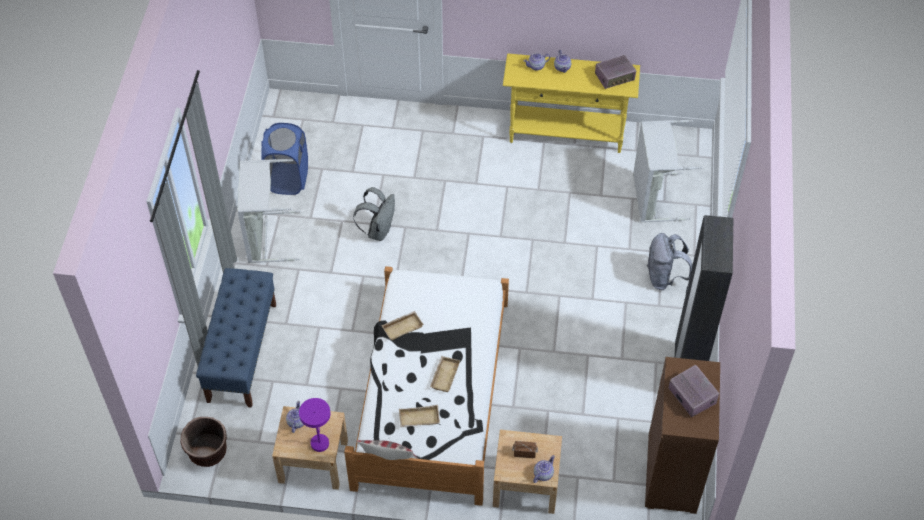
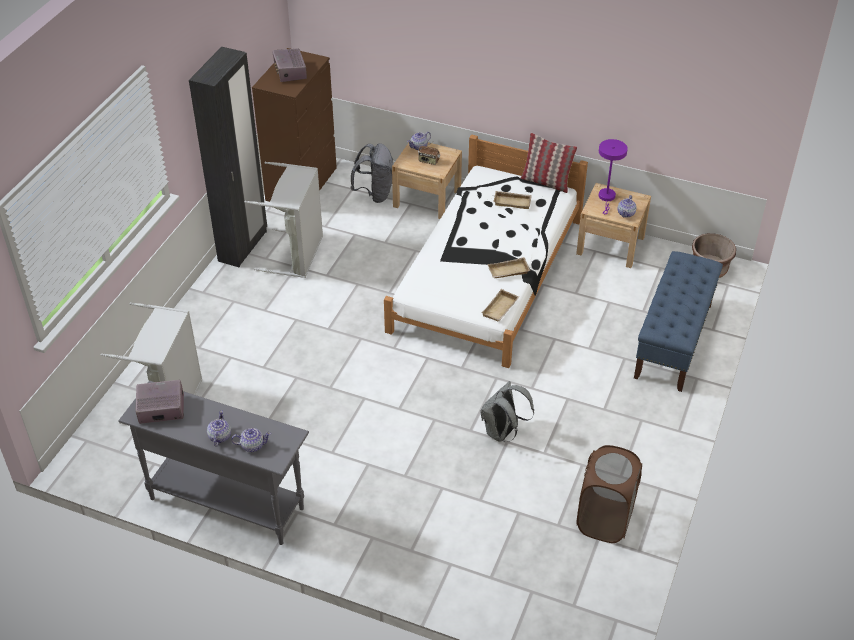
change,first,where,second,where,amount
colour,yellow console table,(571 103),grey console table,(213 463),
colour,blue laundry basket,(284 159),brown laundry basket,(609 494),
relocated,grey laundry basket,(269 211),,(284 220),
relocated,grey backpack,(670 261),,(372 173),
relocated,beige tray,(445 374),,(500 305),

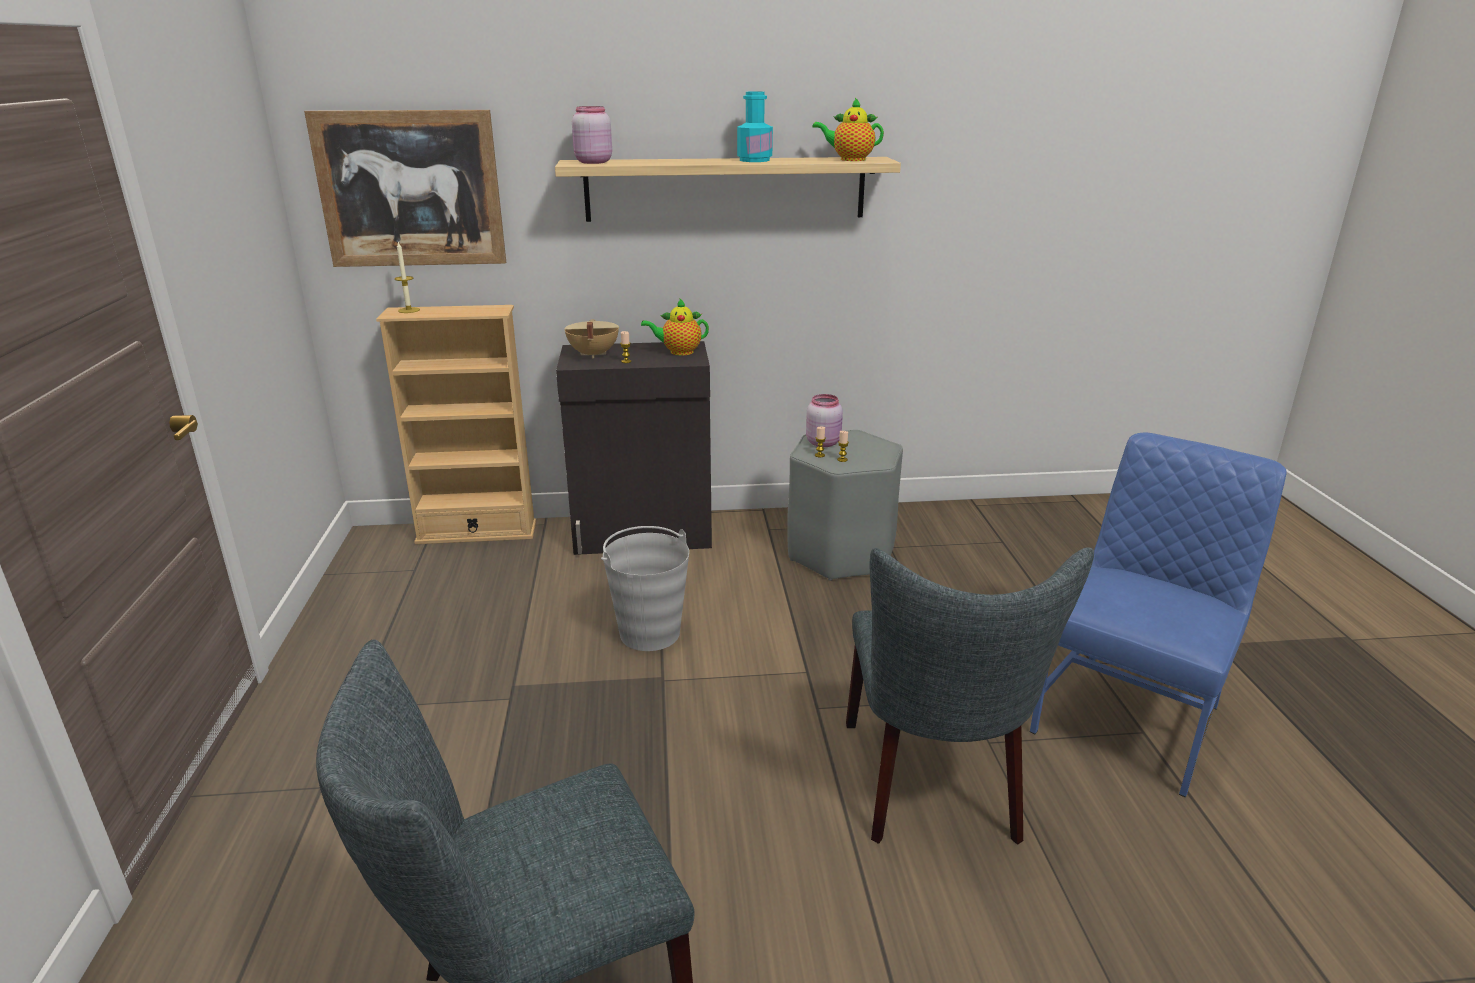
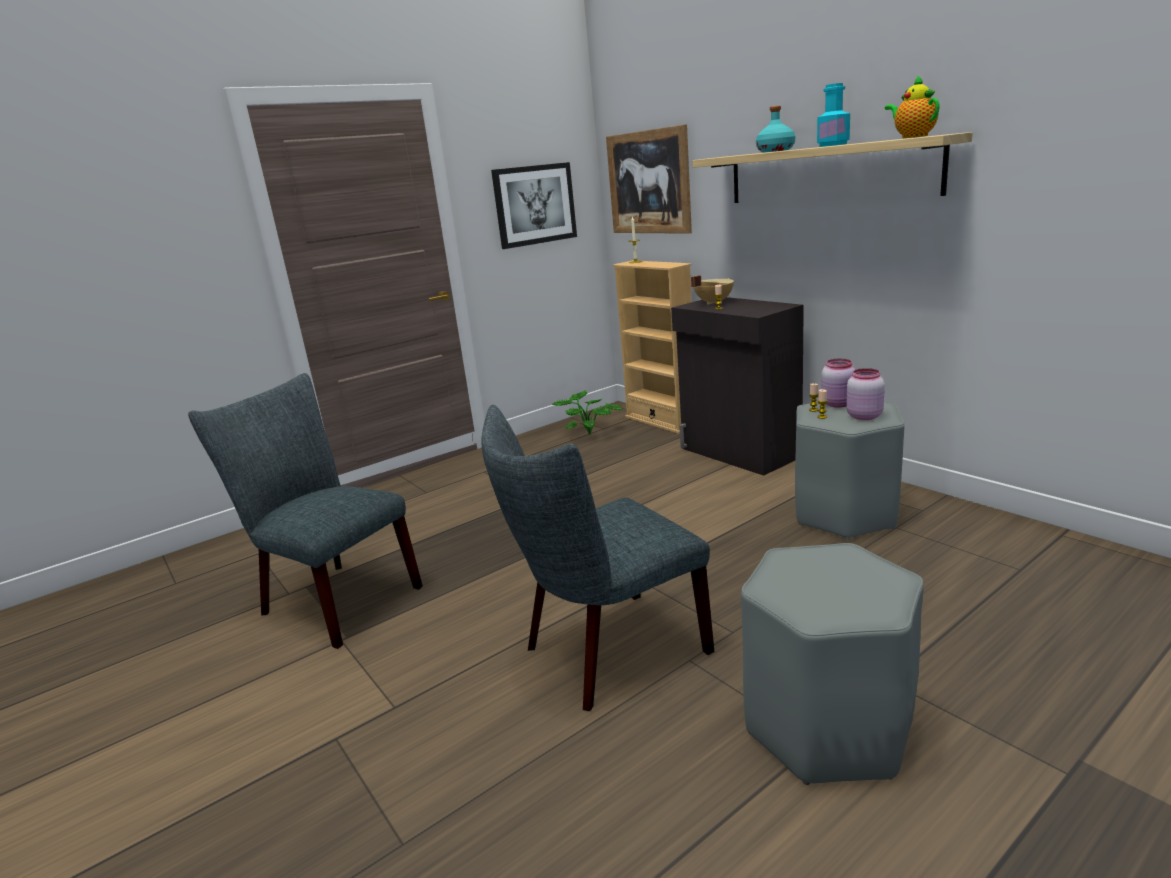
change,first,where,second,where,amount
relocated,pink jar,(592 135),,(865 394),
missing,teapot,(675 327),,,
exchanged,blue chair,(1158 615),grey stool,(832 664),
missing,grey bucket,(645 588),,,
appeared,,,turquoise bottle,(775 129),
appeared,,,picture,(534 205),
appeared,,,potted plant,(587 412),

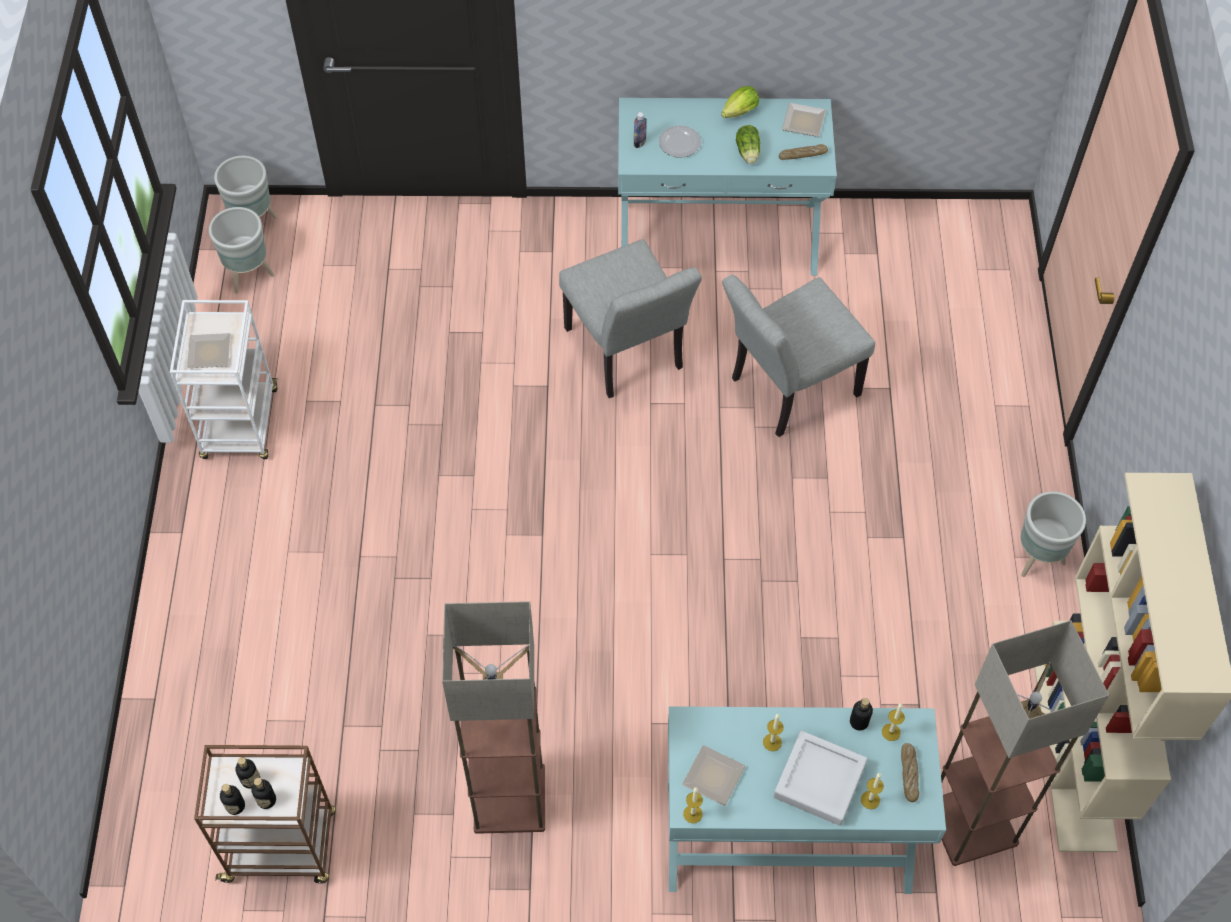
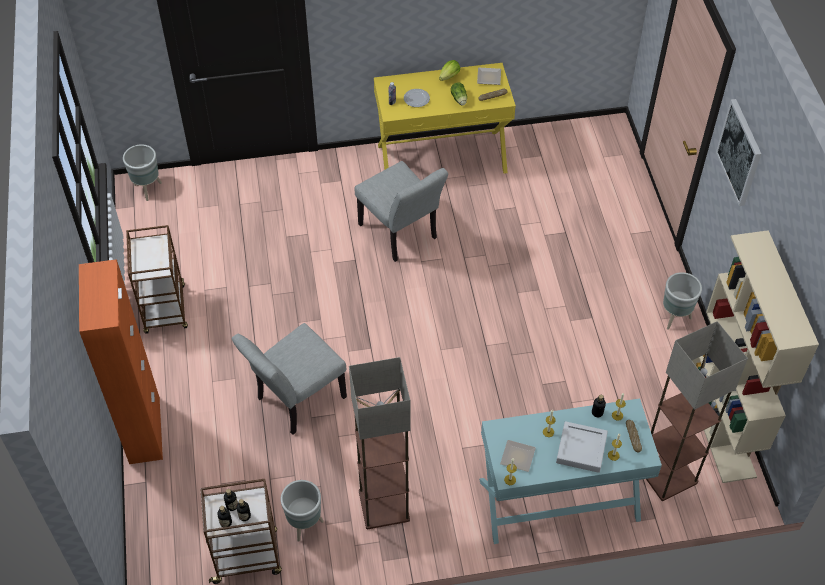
change,first,where,second,where,amount
colour,turquoise console table,(727 187),yellow console table,(445 118),
relocated,grey planter,(241 250),,(302 511),
relocated,grey chair,(798 356),,(289 379),
colour,white cart,(224 379),brown cart,(157 279),
missing,plate,(208 350),,,
appeared,,,picture,(738 152),
appeared,,,orange cabinet,(121 361),

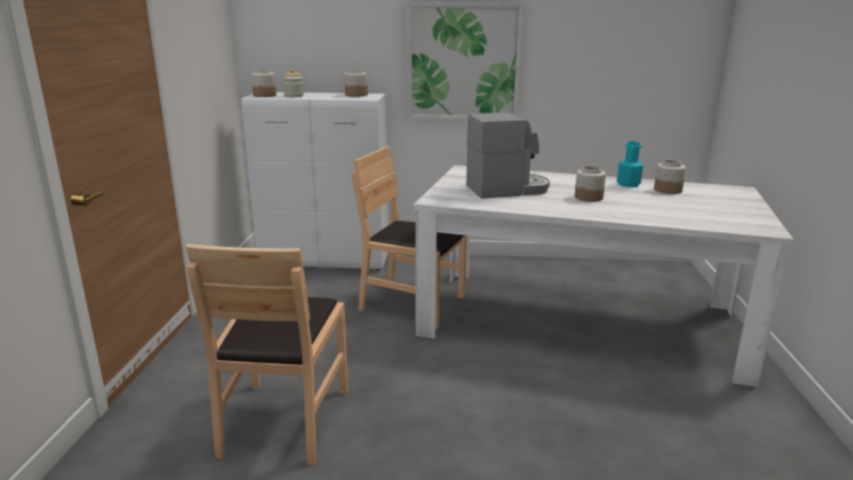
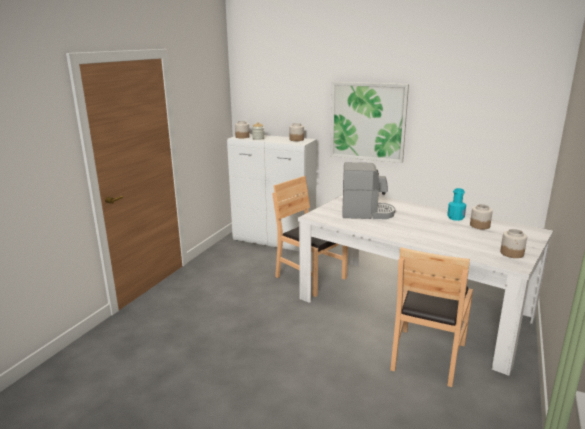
change,first,where,second,where,amount
relocated,jar,(590 184),,(513 243),
relocated,brown chair,(267 354),,(431 317),

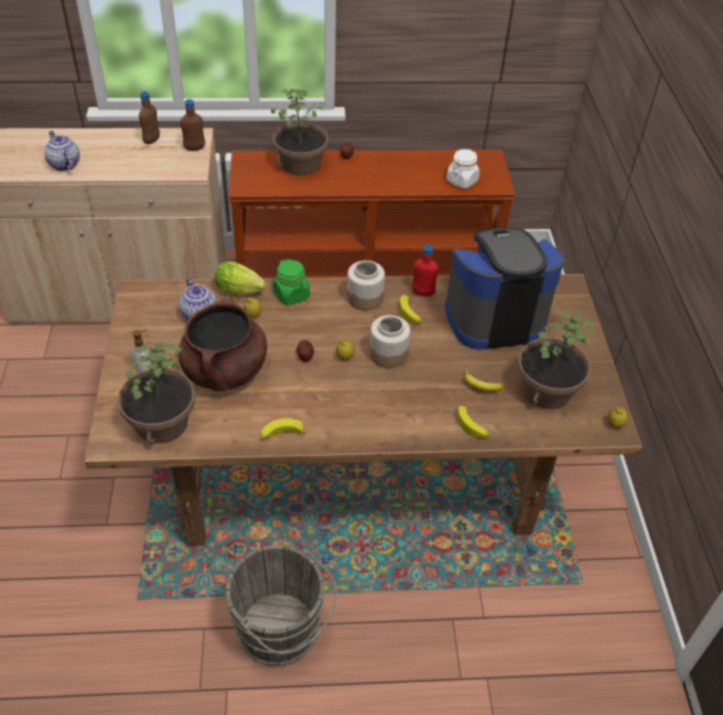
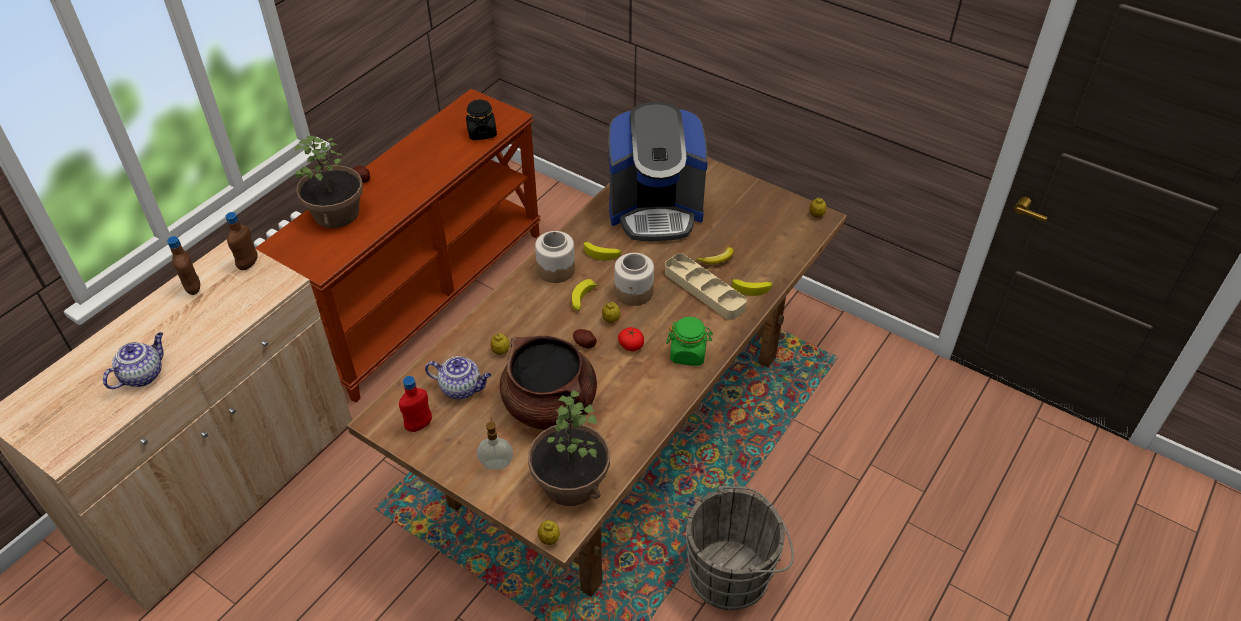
change,first,where,second,where,amount
spun,teapot,(62 151),,(133 360),120 degrees clockwise
colour,white jar,(463 169),black jar,(481 119),
spun,coffee machine,(504 288),,(658 171),120 degrees counterclockwise
relocated,red bottle,(425 270),,(415 404),
relocated,green jar,(291 281),,(689 341),
missing,lettuce,(240 278),,,
missing,potted plant,(557 361),,,
relocated,banana,(283 429),,(585 295),
appeared,,,beige tray,(706 286),
appeared,,,tomato,(631 339),
appeared,,,lemon,(549 532),

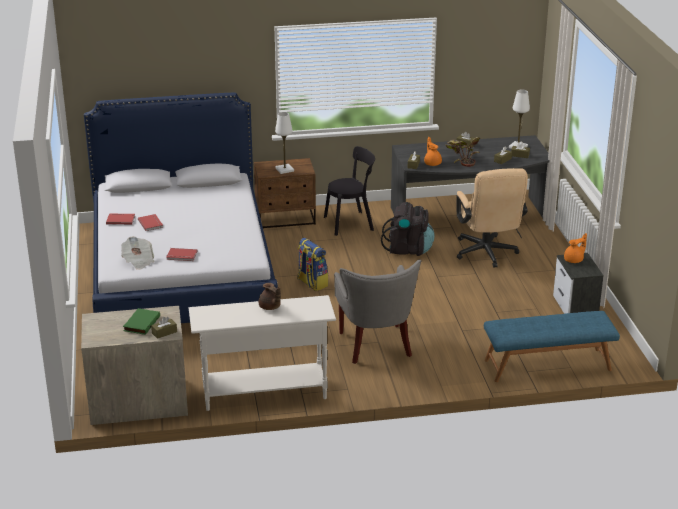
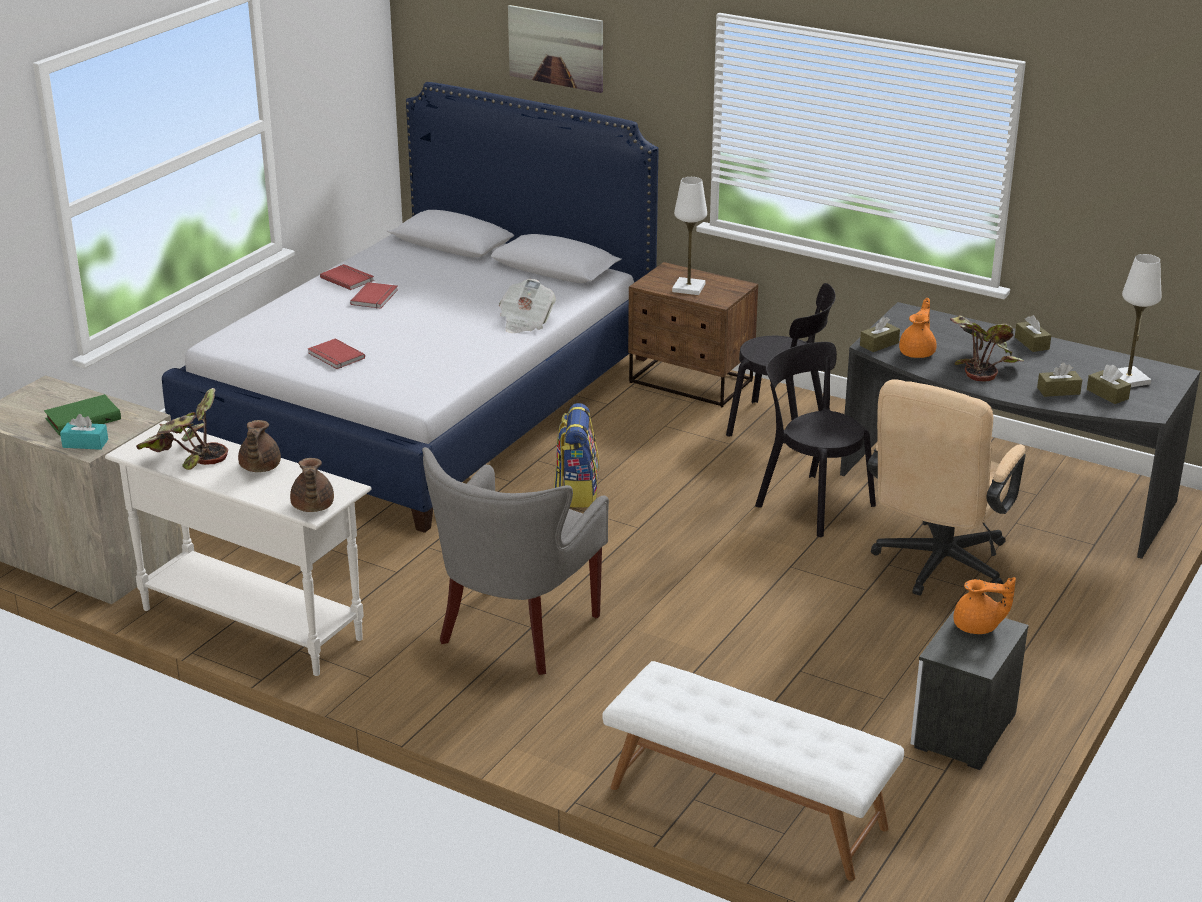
change,first,where,second,where,amount
exchanged,black backpack,(408 229),black chair,(815 439),
relocated,newspaper,(137 253),,(527 306),
colour,blue bench,(552 346),white bench,(753 771),
colour,brown tissue box,(164 328),turquoise tissue box,(84 432),
appeared,,,picture,(555 49),
appeared,,,potted plant,(182 429),
appeared,,,brown teapot,(312 485),

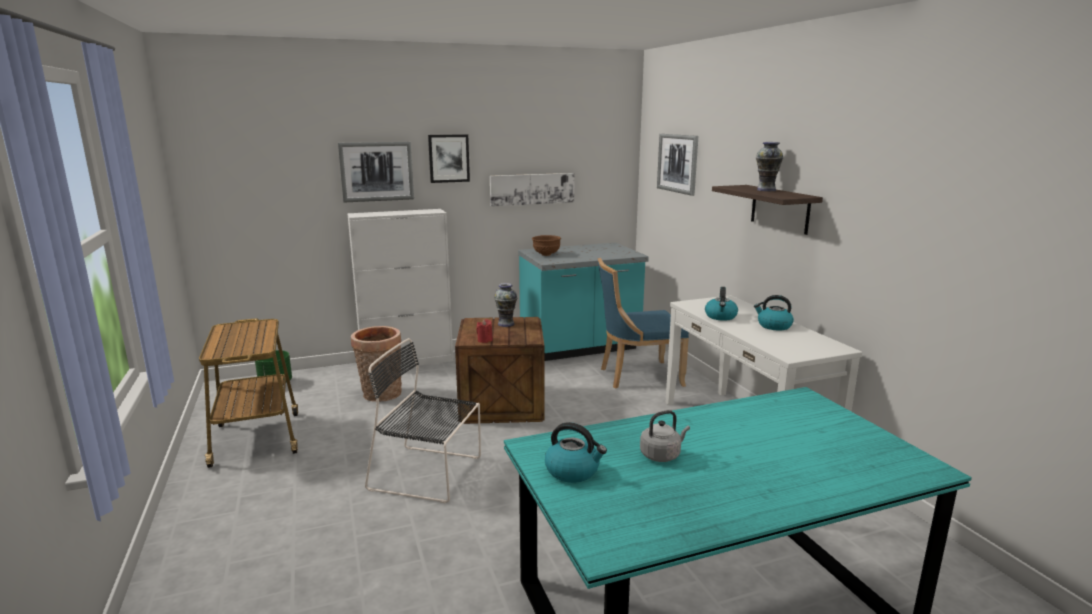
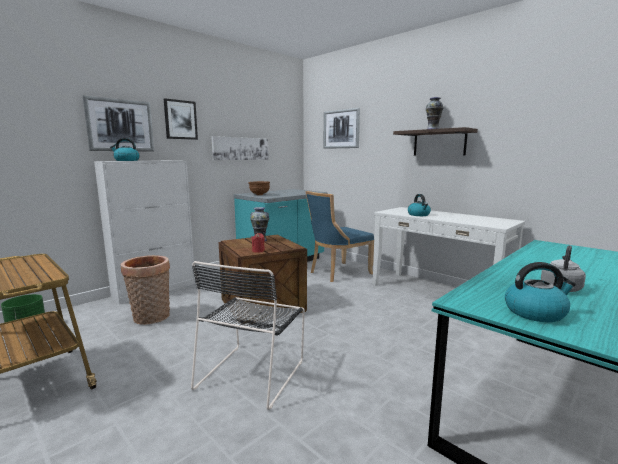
change,first,where,second,where,amount
relocated,kettle,(774 313),,(125 149),
spun,black chair,(423 420),,(248 335),60 degrees counterclockwise

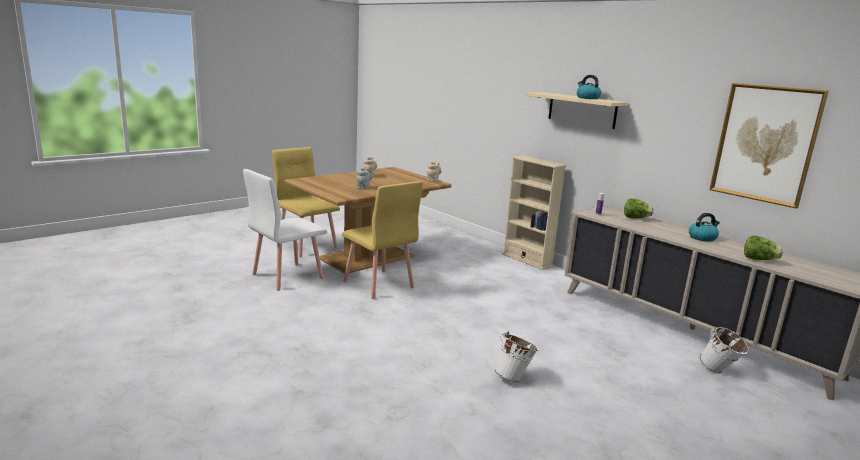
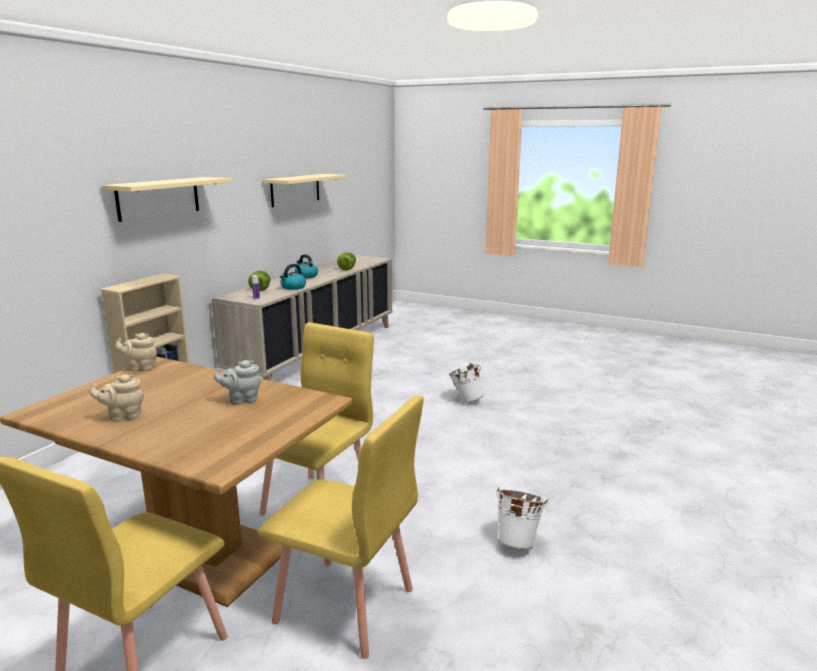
change,first,where,second,where,amount
relocated,kettle,(589 87),,(293 277),
exchanged,picture,(769 146),beige shelf,(304 190),
colour,white chair,(285 230),yellow chair,(340 527),
relocated,white bucket,(724 350),,(522 518),

